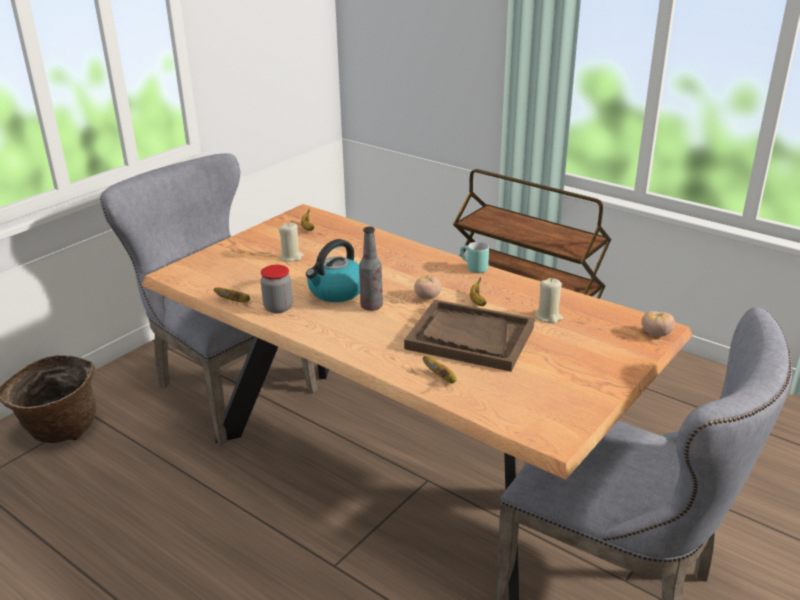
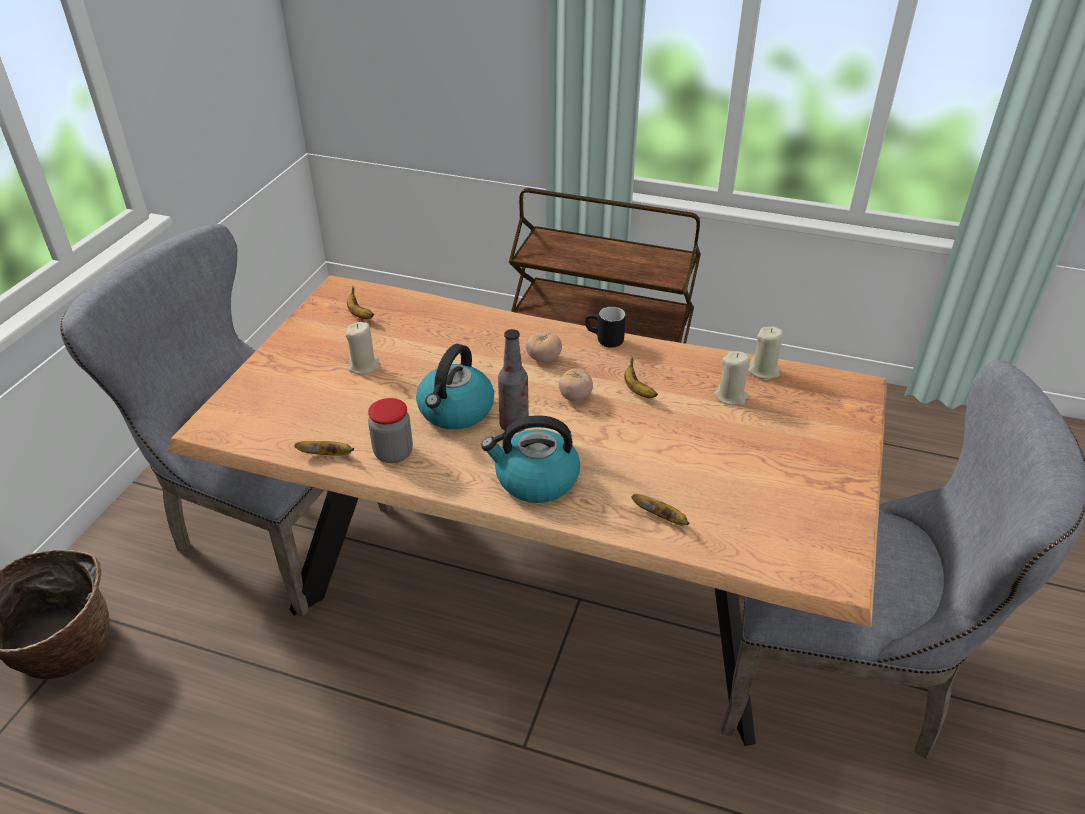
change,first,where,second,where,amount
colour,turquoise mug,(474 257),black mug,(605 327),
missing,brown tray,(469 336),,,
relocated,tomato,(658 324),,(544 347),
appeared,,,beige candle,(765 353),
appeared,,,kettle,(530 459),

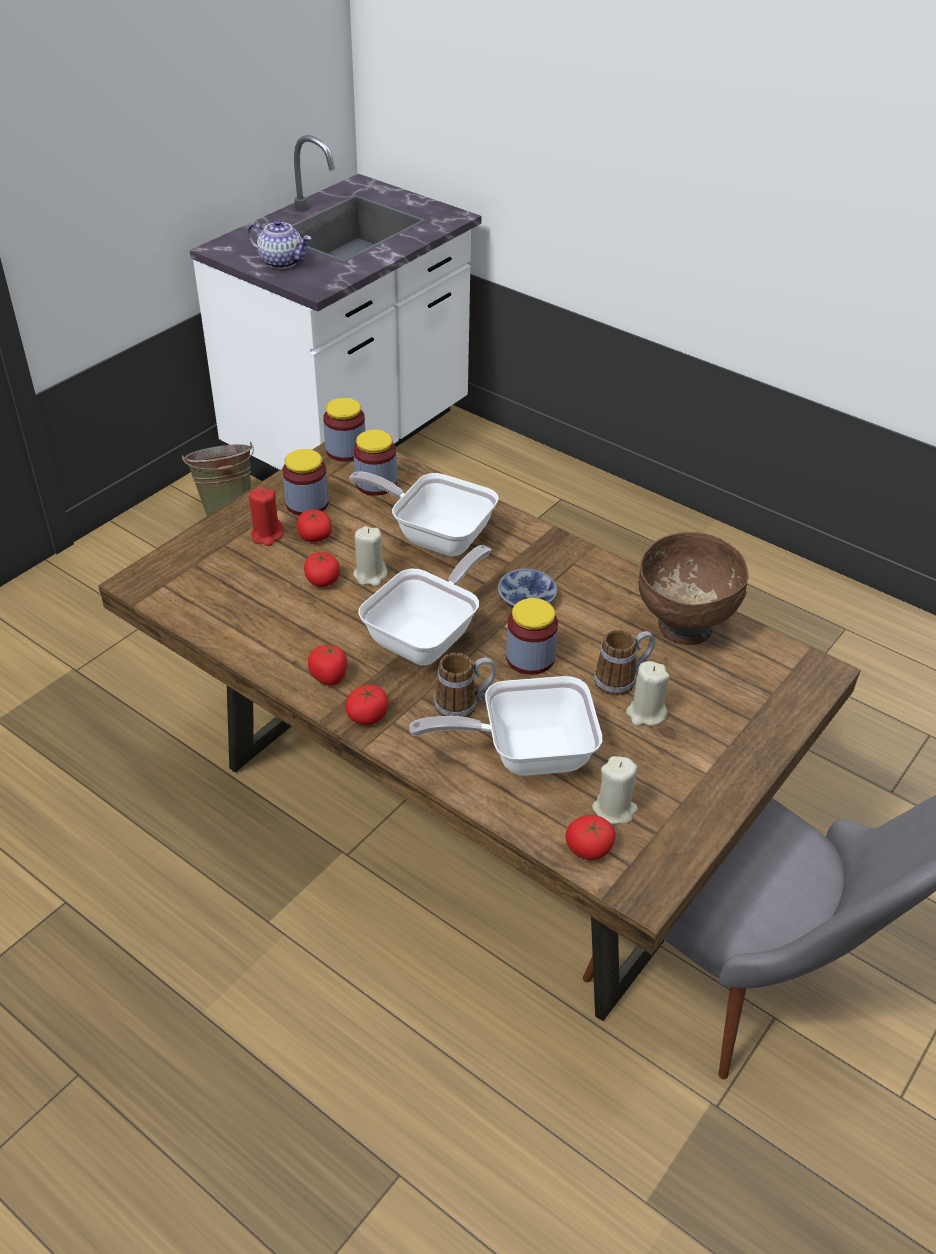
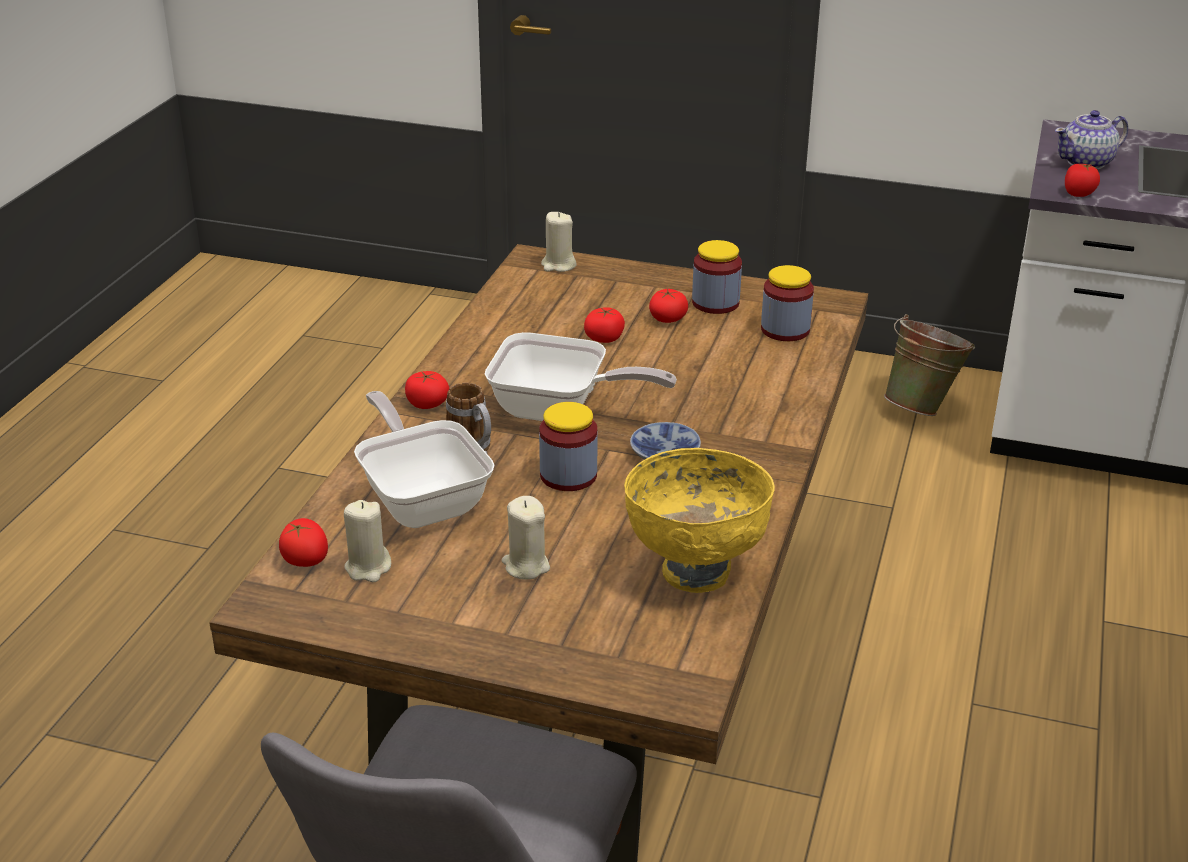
change,first,where,second,where,amount
spun,teapot,(279 244),,(1091 139),60 degrees clockwise
missing,jar,(344 430),,,
missing,frying pan,(424 514),,,
missing,red candle,(266 516),,,
relocated,beige candle,(370 556),,(559 242),
colour,brown bowl,(694 588),yellow bowl,(699 520),
missing,mug,(624 662),,,
relocated,tomato,(327 665),,(1082 180),

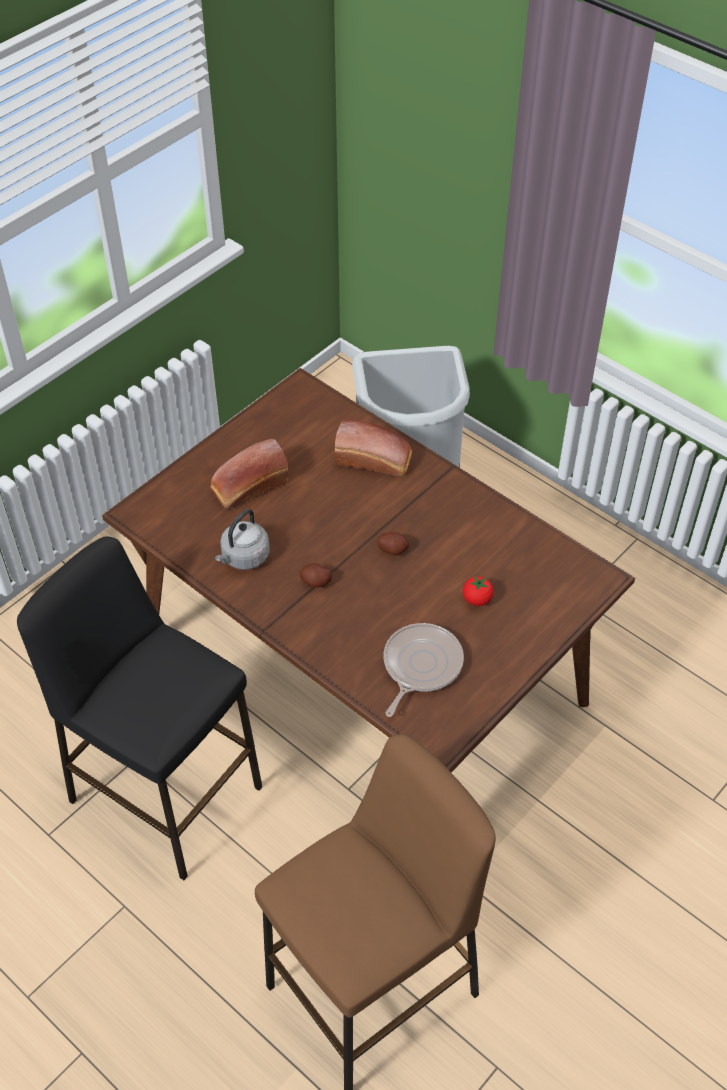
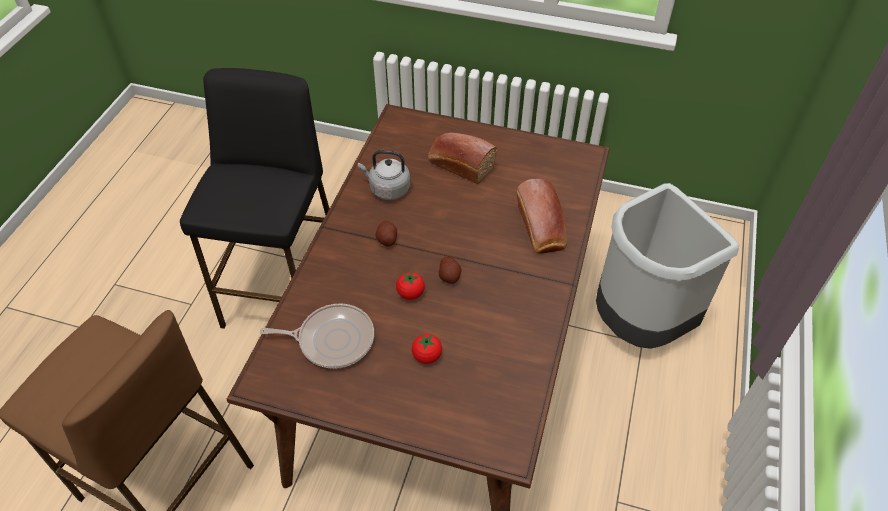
change,first,where,second,where,amount
appeared,,,tomato,(410 285),

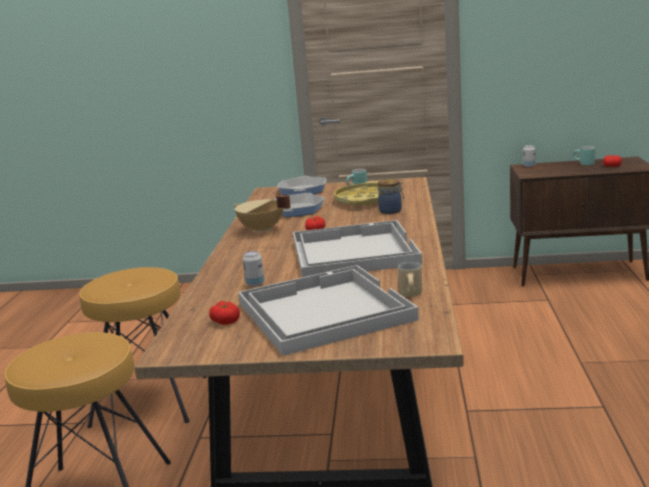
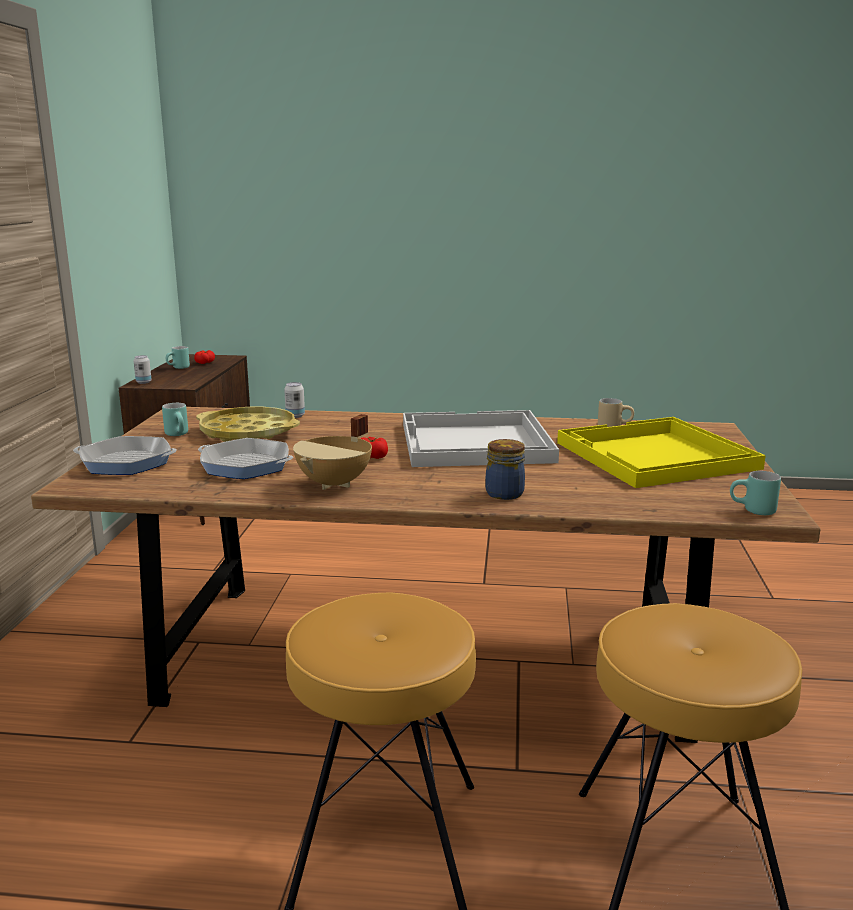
change,first,where,second,where,amount
relocated,jar,(391 196),,(505 469),
relocated,can,(253 269),,(294 400),
colour,white tray,(328 310),yellow tray,(661 452),
missing,tomato,(224 313),,,
appeared,,,turquoise mug,(755 493),

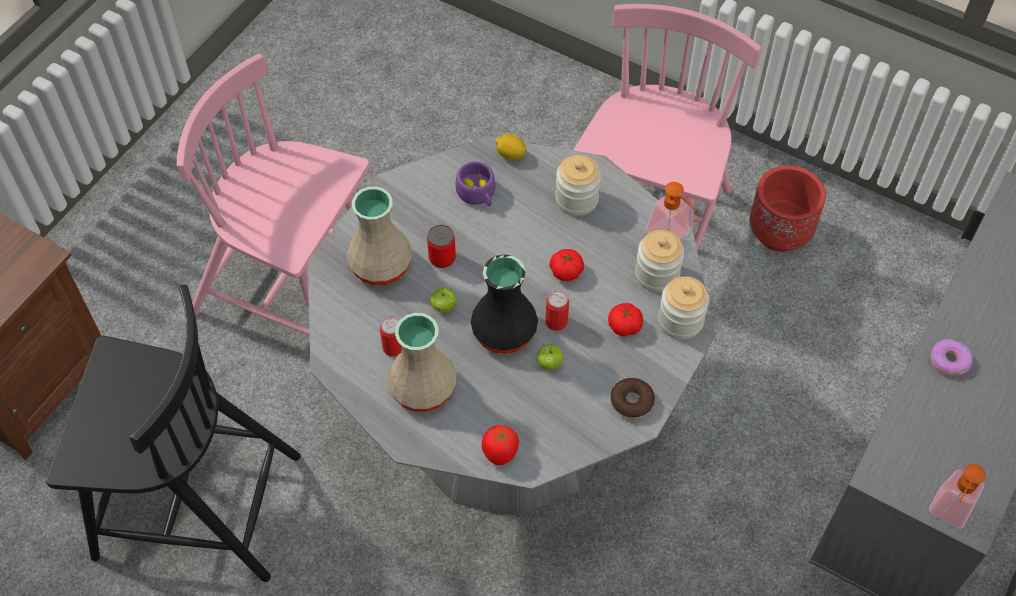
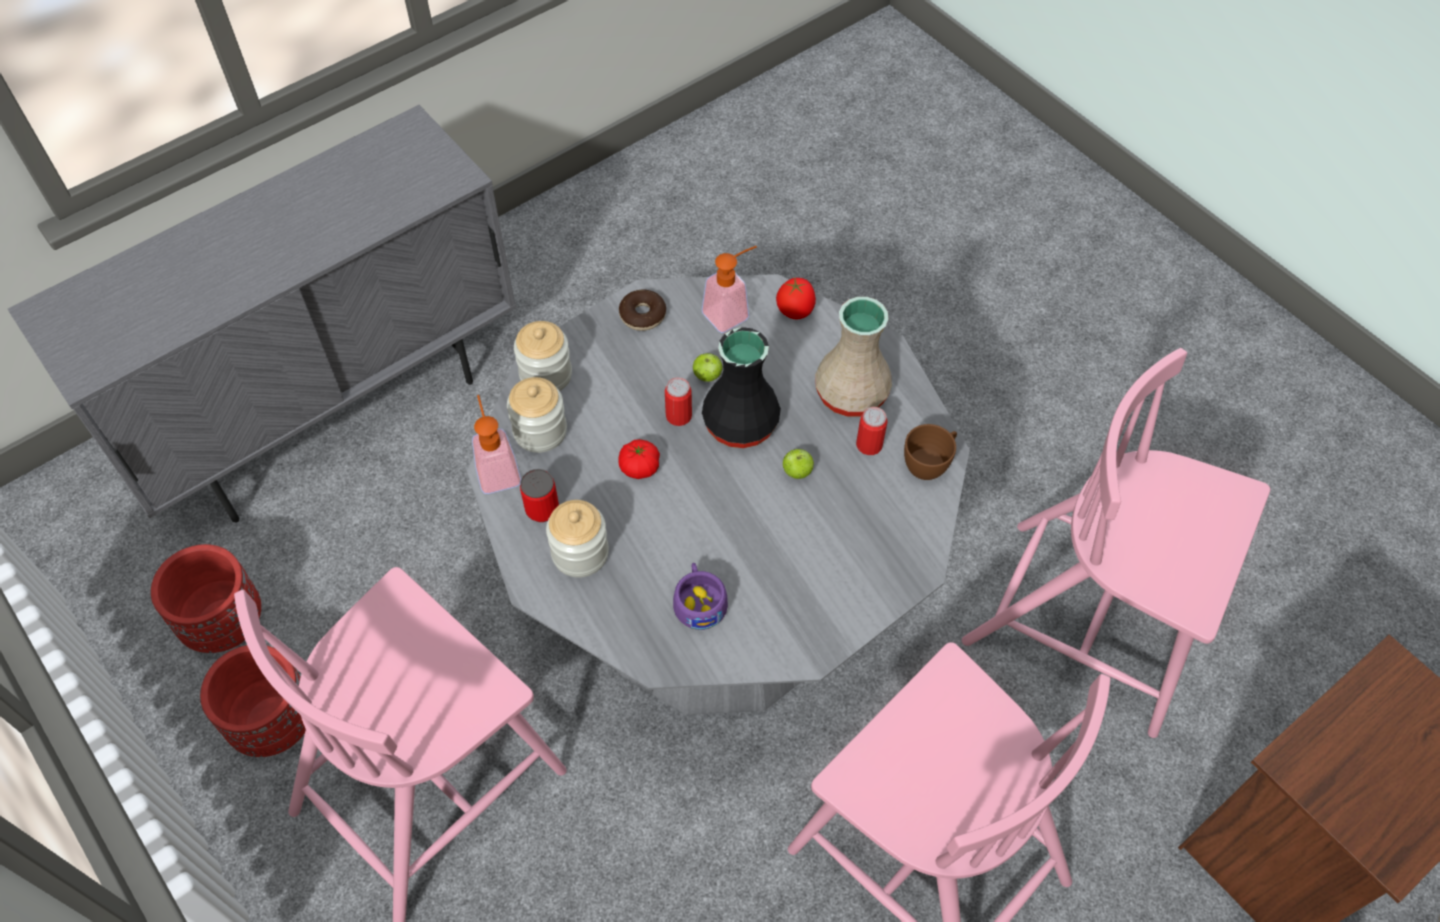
change,first,where,second,where,amount
missing,lemon,(510 147),,,
missing,beige vase,(379 235),,,
relocated,can,(441 246),,(539 495),
colour,black chair,(173 433),pink chair,(1116 543),
missing,tomato,(625 320),,,
missing,donut,(952 357),,,
relocated,soap dispenser,(957 496),,(729 289),
appeared,,,brown cup,(930 452),
appeared,,,red planter,(206 598),

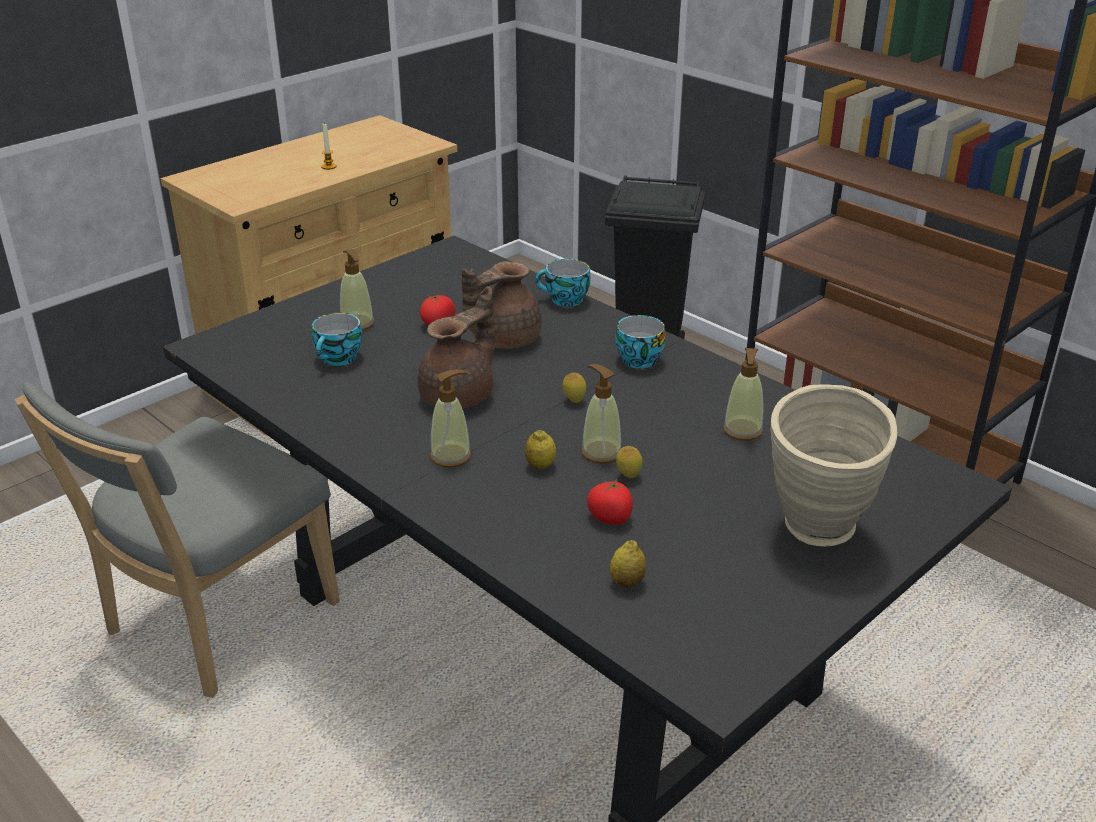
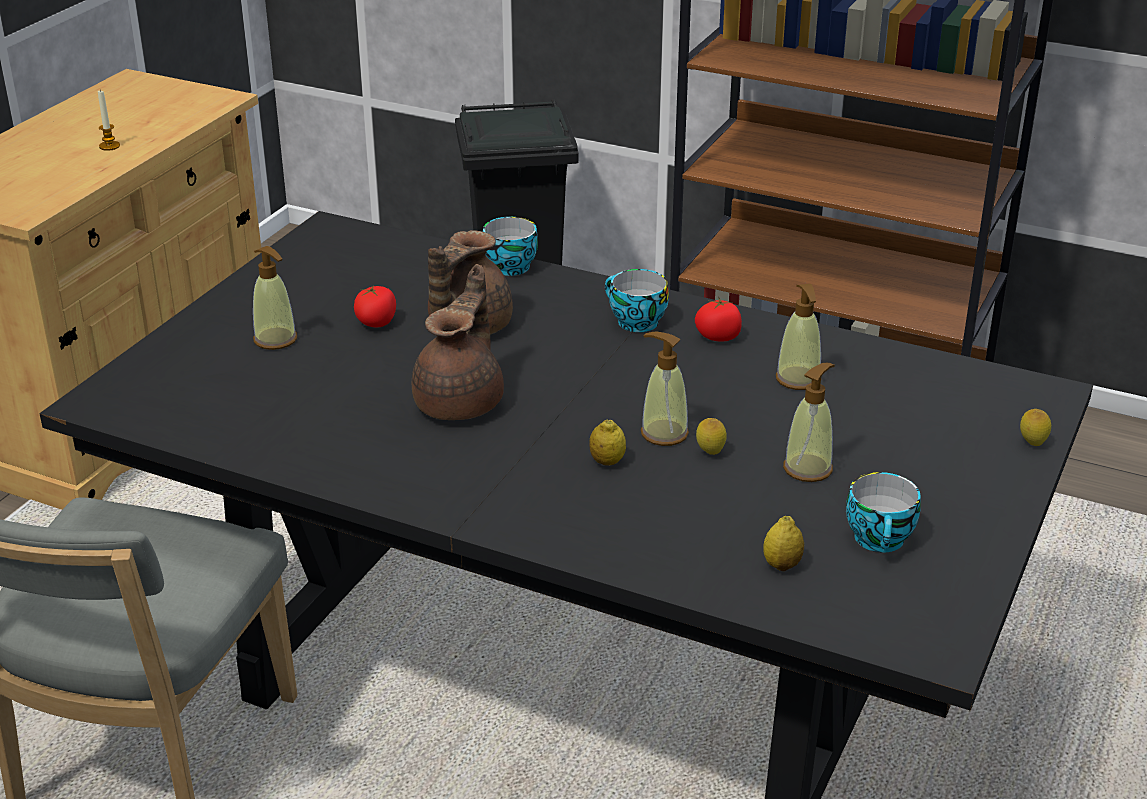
change,first,where,second,where,amount
relocated,cup,(337 339),,(883 512),
relocated,soap dispenser,(450 418),,(809 422),
relocated,lemon,(574 388),,(1035 427),
missing,beige vase,(833 465),,,
relocated,tomato,(610 501),,(718 319),

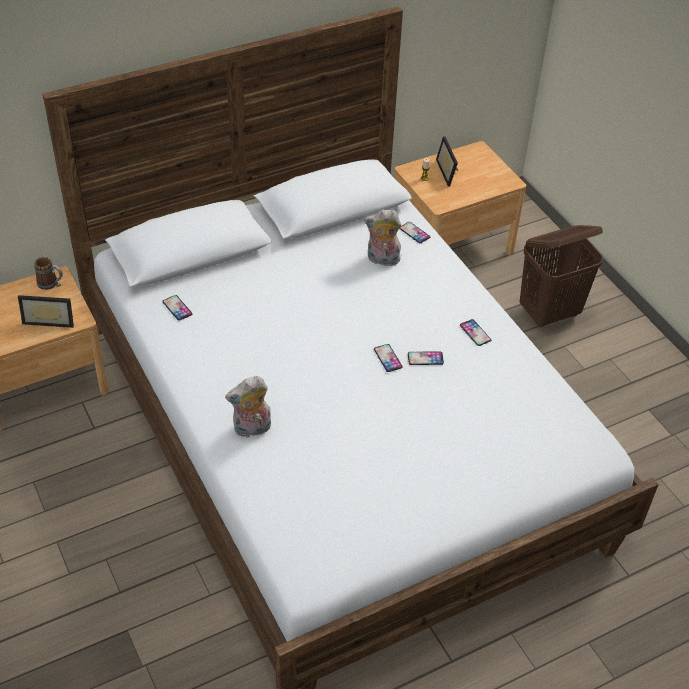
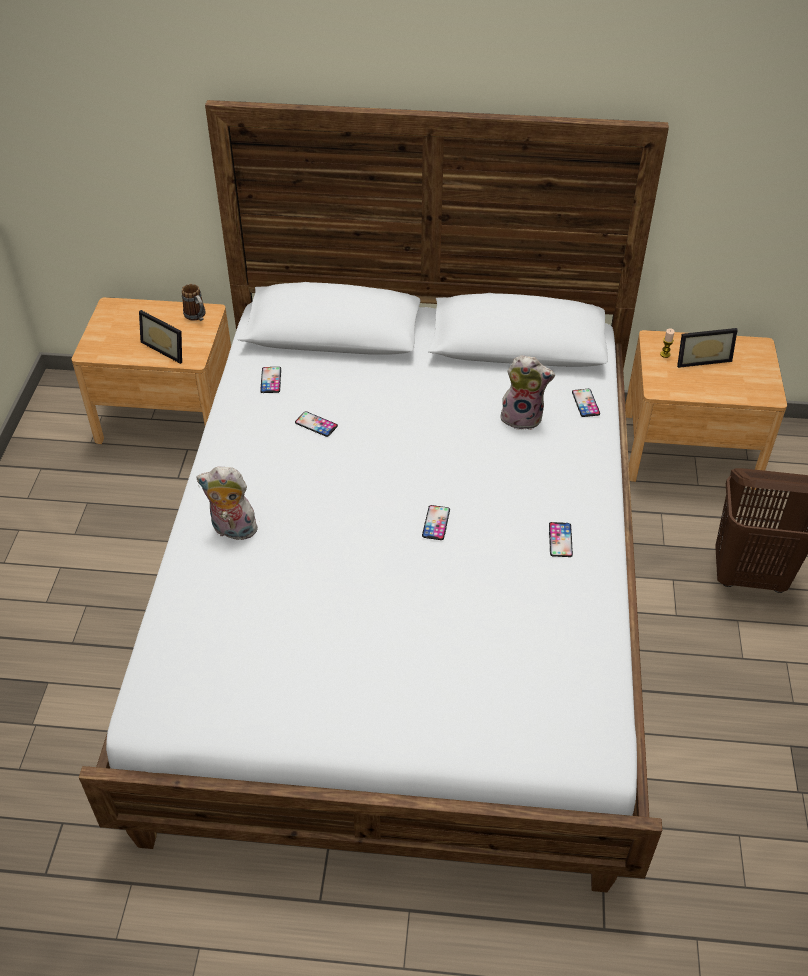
change,first,where,second,where,amount
spun,picture frame,(447 161),,(707 348),120 degrees counterclockwise
spun,plush toy,(382 237),,(527 392),150 degrees clockwise
relocated,phone,(426 358),,(316 424),

